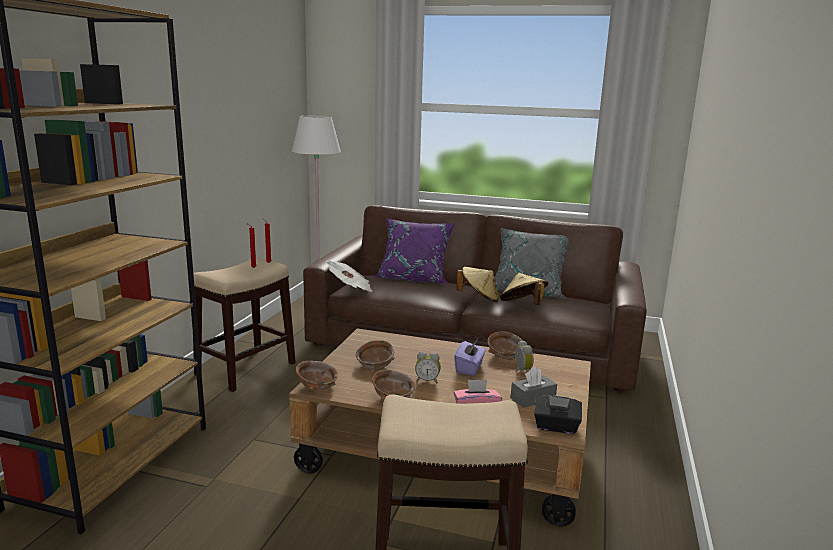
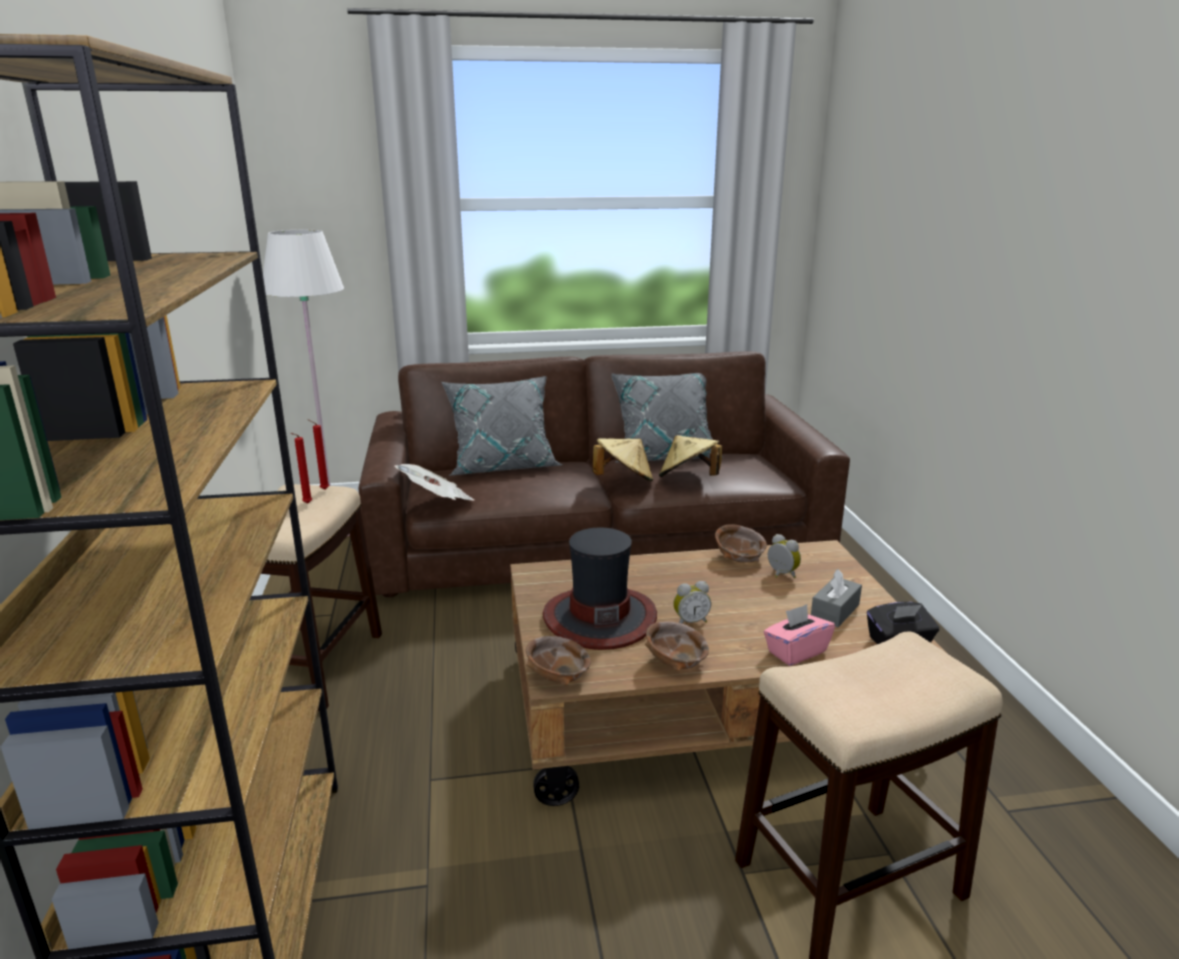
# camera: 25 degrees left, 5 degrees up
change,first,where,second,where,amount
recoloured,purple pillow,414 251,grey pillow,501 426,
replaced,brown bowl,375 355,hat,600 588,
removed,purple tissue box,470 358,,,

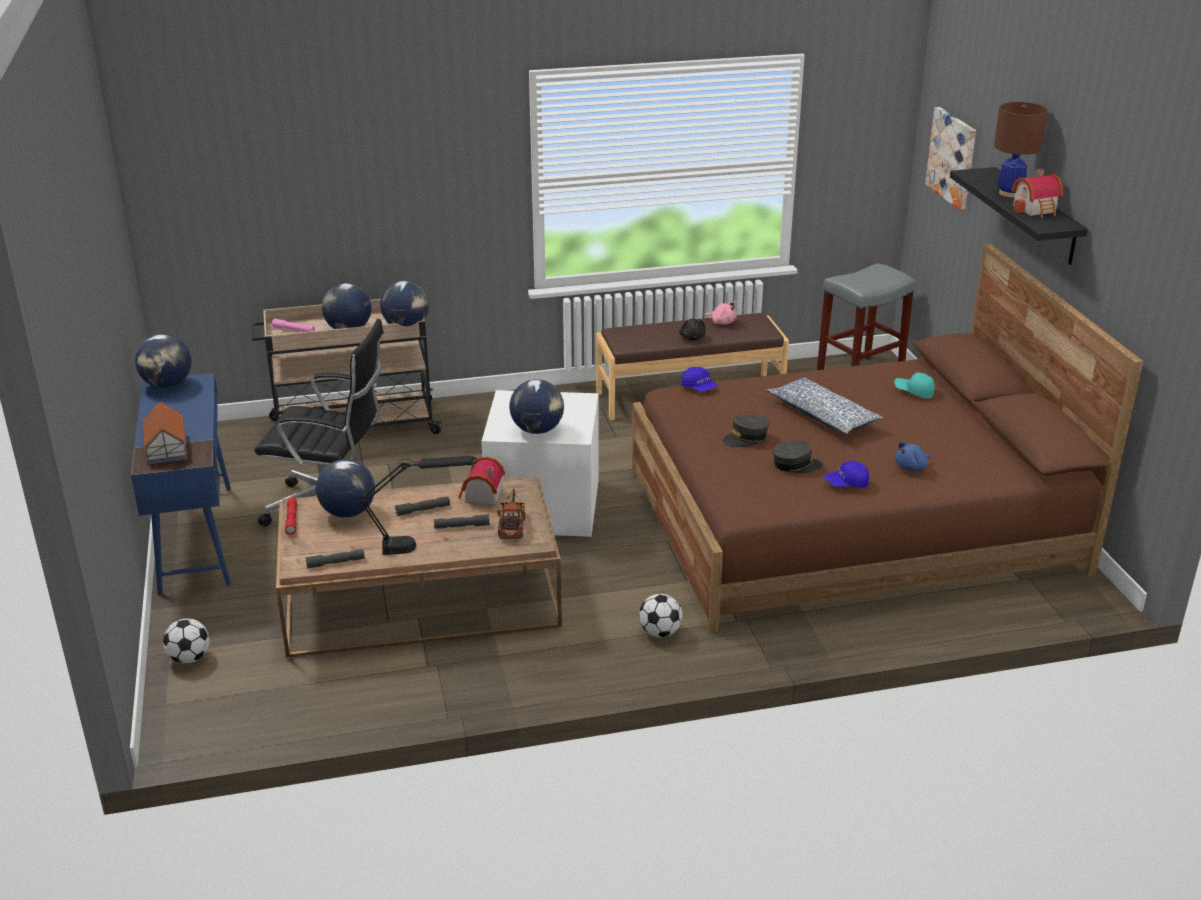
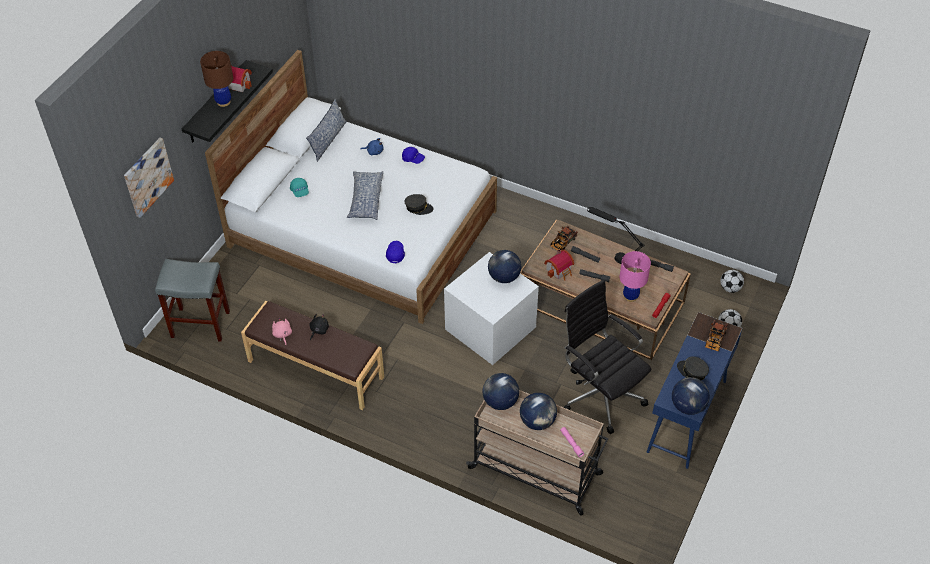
# camera: 140 degrees left, 20 degrees up
change,first,where,second,where,amount
recoloured,brown bed,887 438,white bed,351 187,
replaced,toy house,164 433,toy truck,716 335,
moved,grey cap,797 457,,693 368,
replaced,globe,345 488,pink table lamp,635 276,
moved,football,660 615,,732 281,
added,,,pillow,326 130,

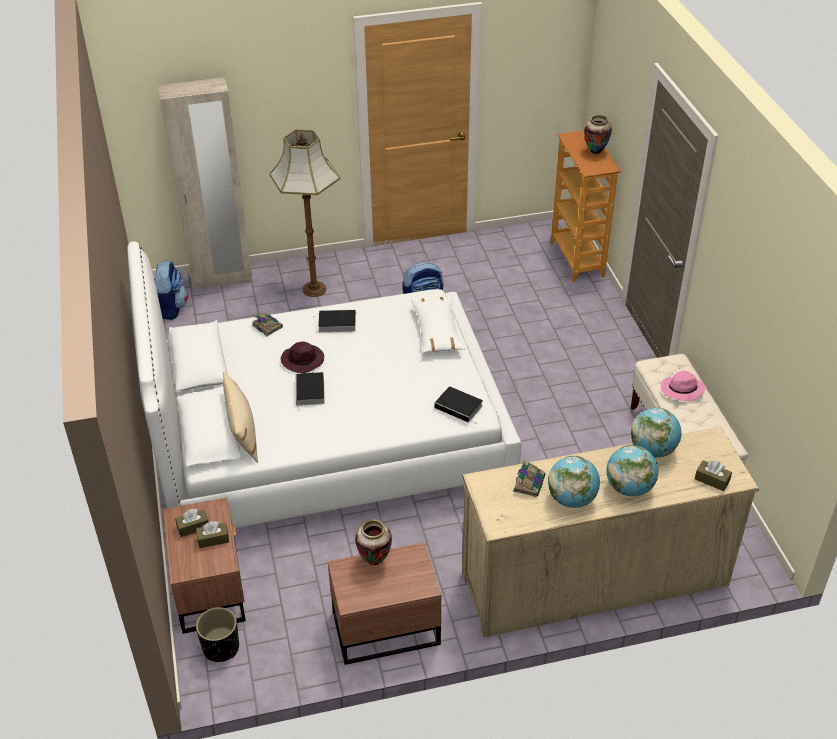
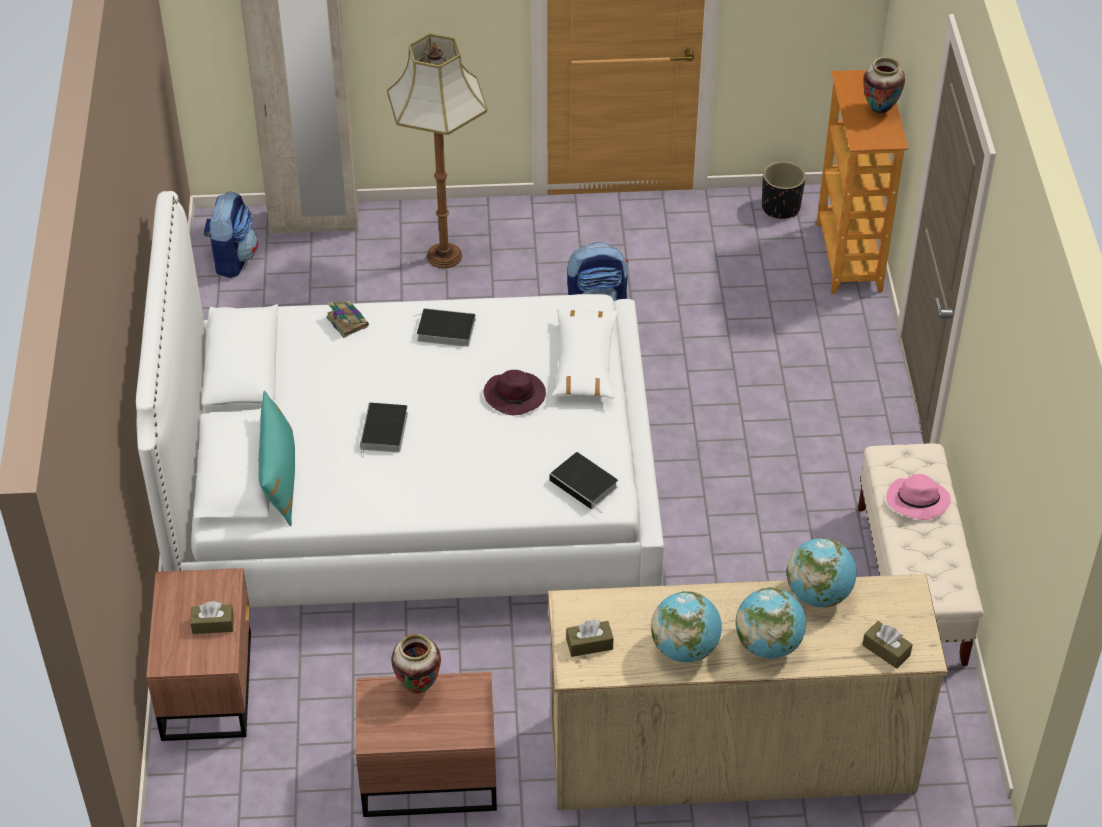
# camera: 10 degrees right, 5 degrees up
change,first,where,second,where,amount
moved,purple hat,302 357,,514 392,
recoloured,beige pillow,240 417,turquoise pillow,277 458,
removed,book,529 478,,,
moved,brown tissue box,192 523,,590 638,
moved,black planter,217 634,,784 190,

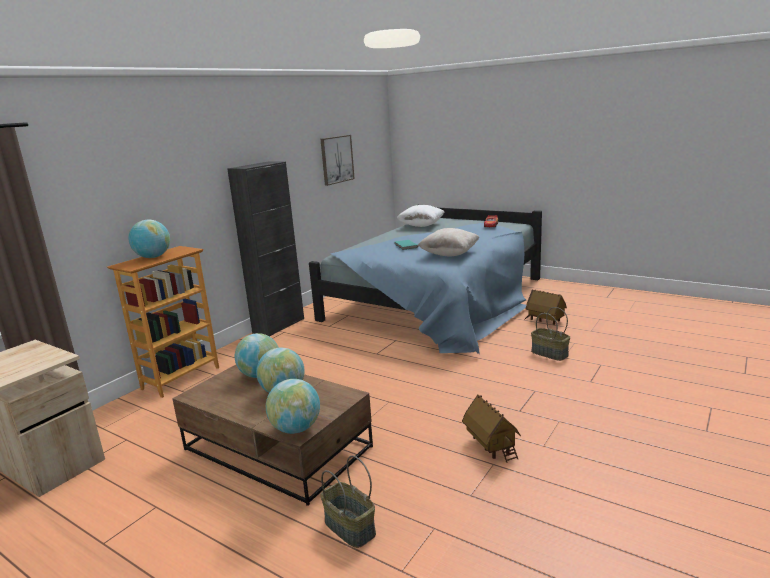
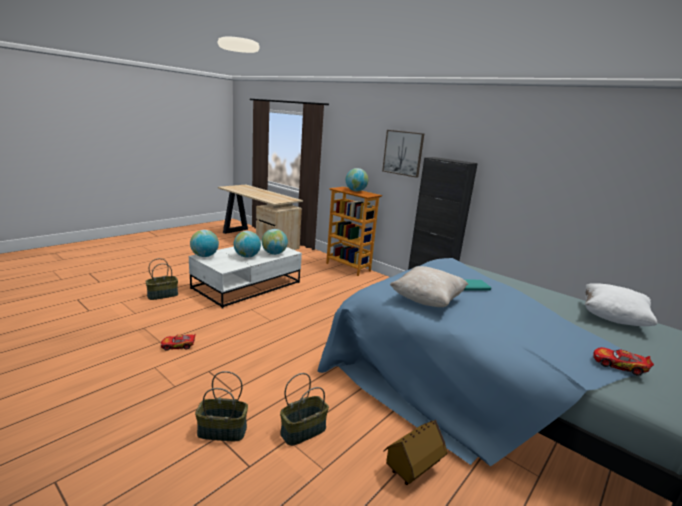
# camera: 95 degrees right, 0 degrees up
change,first,where,second,where,amount
moved,picture,337 160,,403 154,
recoloured,brown coffee table,272 435,white coffee table,245 275,
replaced,toy house,491 429,toy car,178 342,
added,,,basket,221 406,

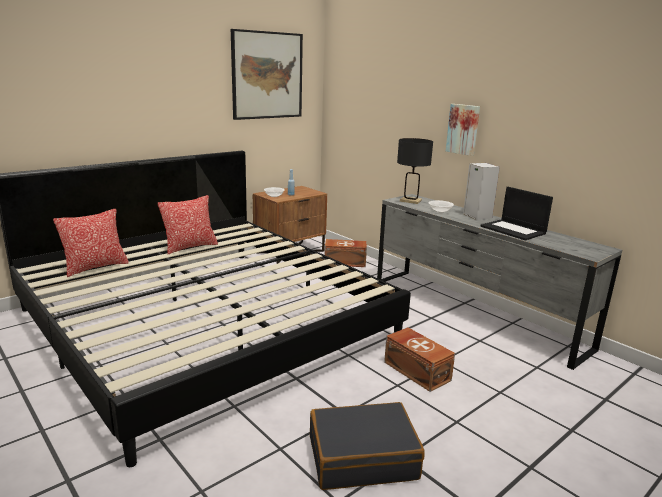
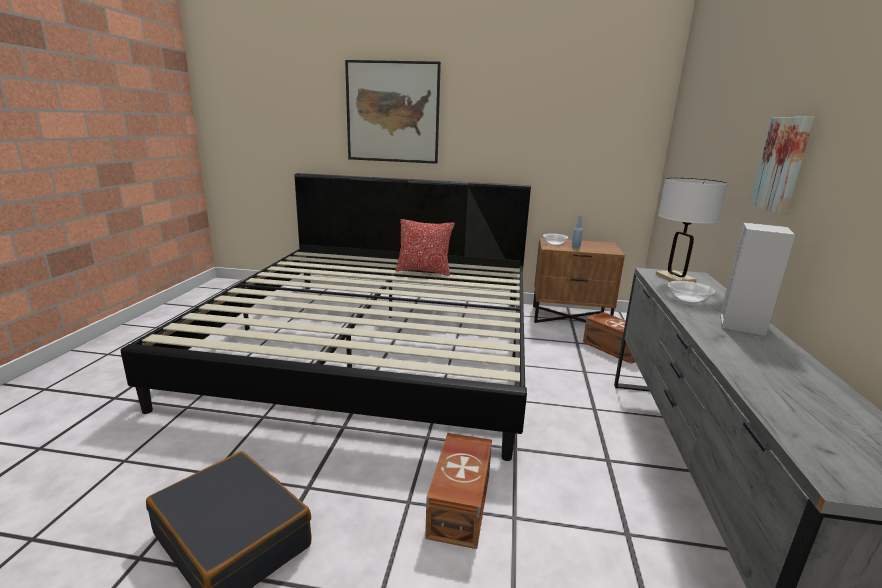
# camera: 50 degrees right, 0 degrees up
change,first,where,second,where,amount
moved,picture,267 74,,393 112,
recoloured,black table lamp,415 171,white table lamp,691 230,
removed,laptop,516 213,,,
removed,pillow,91 243,,,

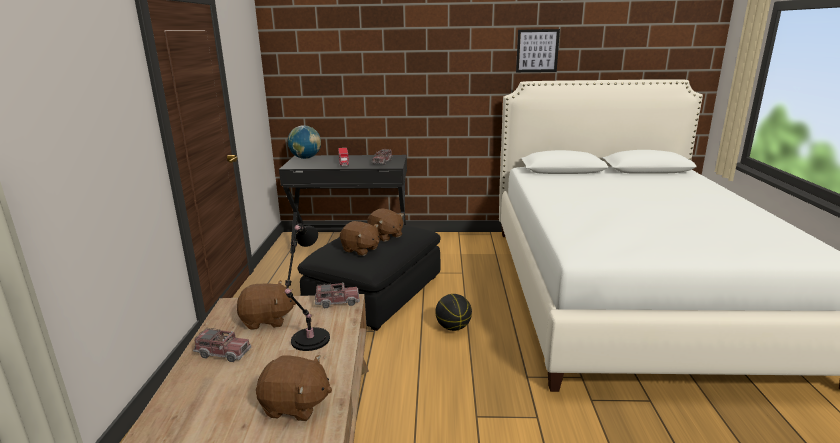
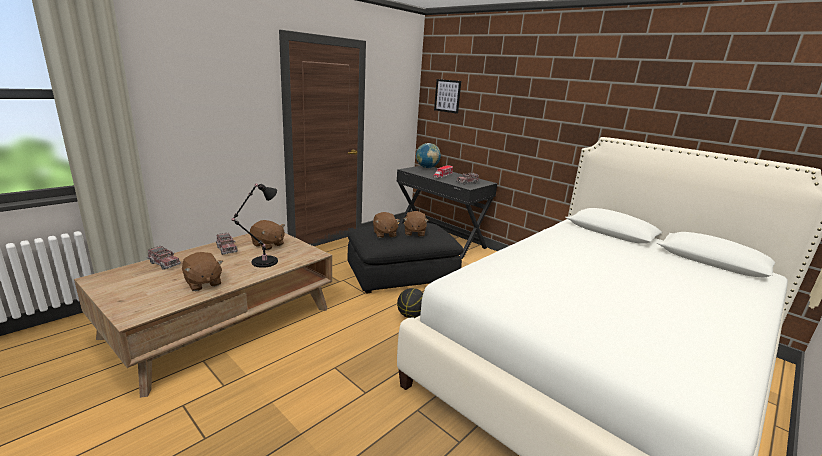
# camera: 40 degrees right, 0 degrees up
change,first,where,second,where,amount
moved,picture,538 50,,447 96,
moved,toy truck,337 295,,164 258,

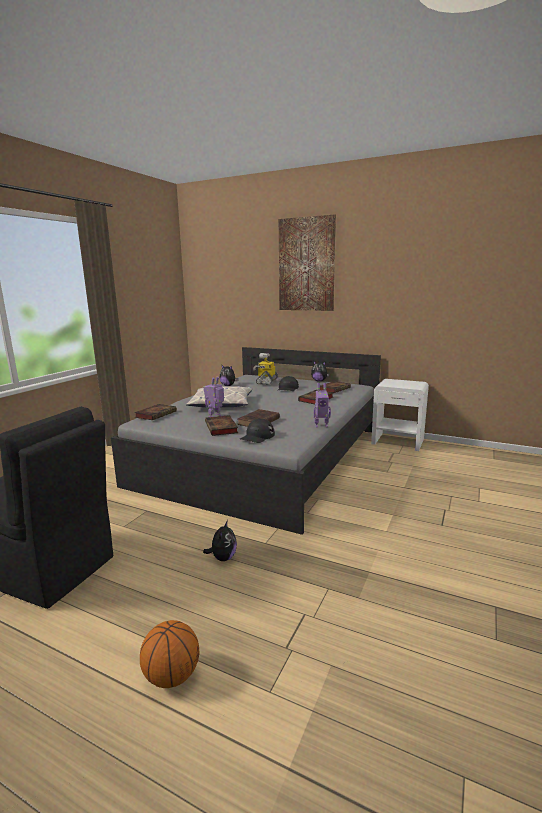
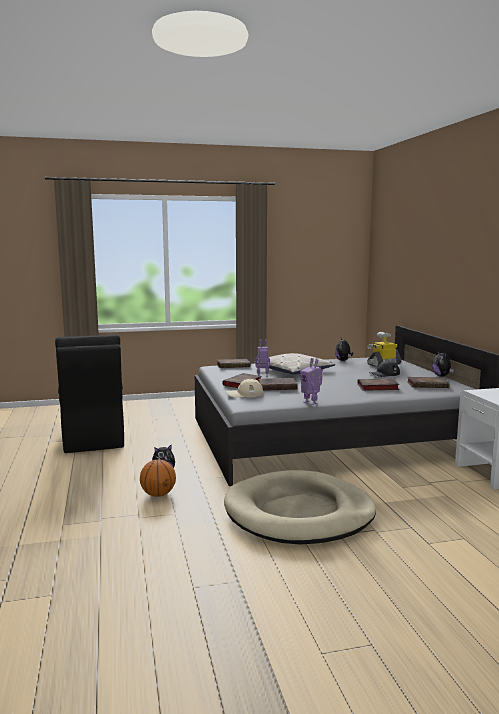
# camera: 50 degrees right, 5 degrees down
change,first,where,second,where,amount
removed,picture,307 262,,,
recoloured,black cap,257 431,beige cap,245 388,
moved,basketball,169 654,,158 478,
added,,,beige dog bed,300 507,

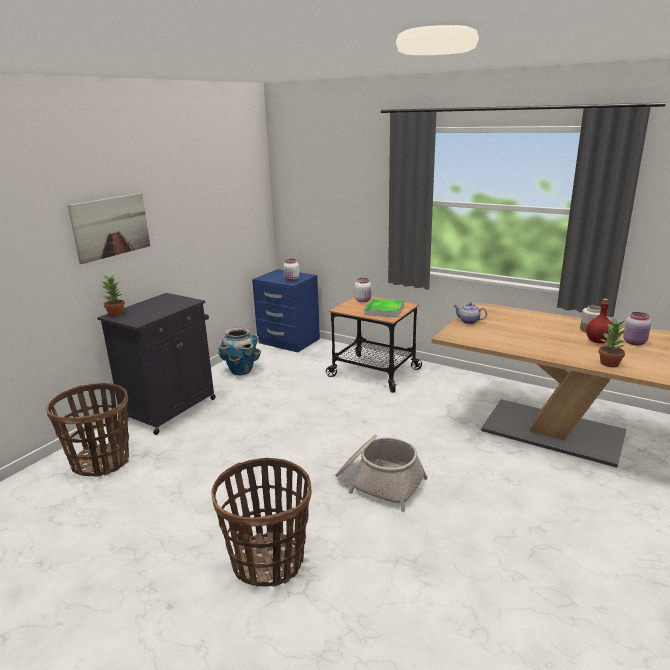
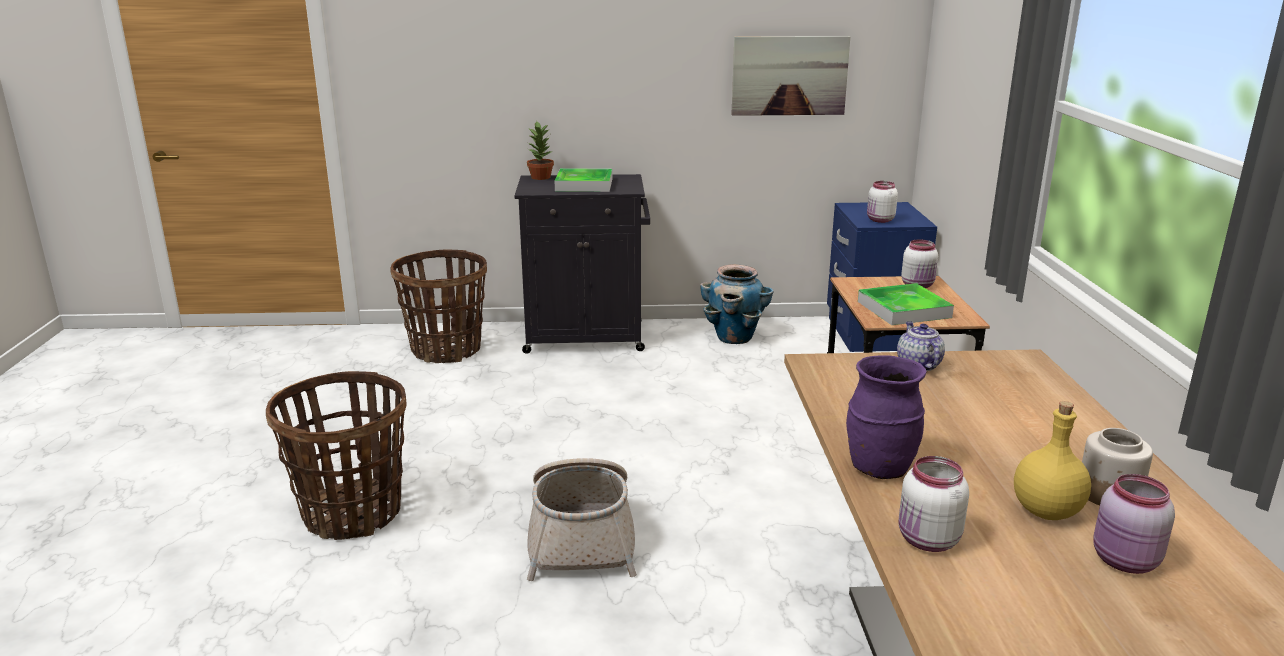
# camera: 55 degrees right, 0 degrees up
change,first,where,second,where,amount
moved,picture,109 228,,790 76,
recoloured,red bottle,599 321,yellow bottle,1052 460,
replaced,potted plant,613 342,white jar,934 504,
added,,,tray,583 180,
added,,,purple vase,886 417,

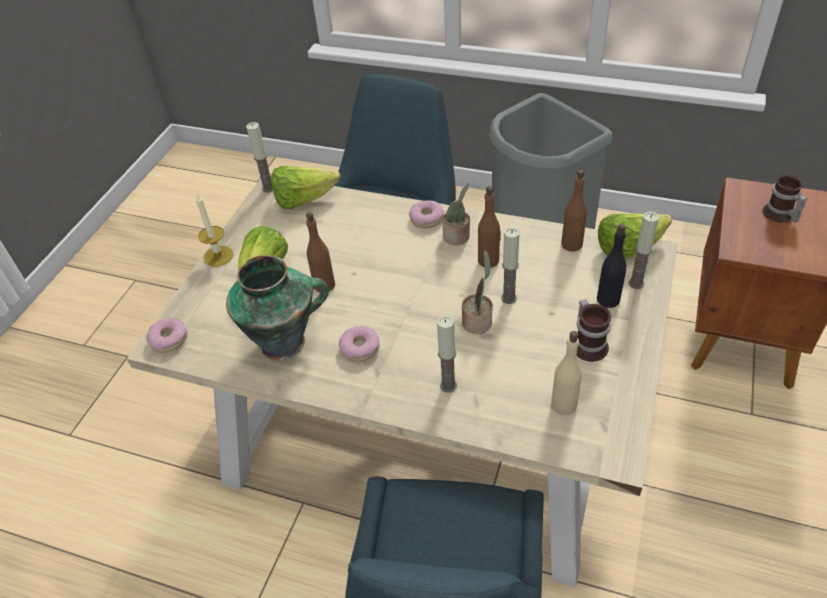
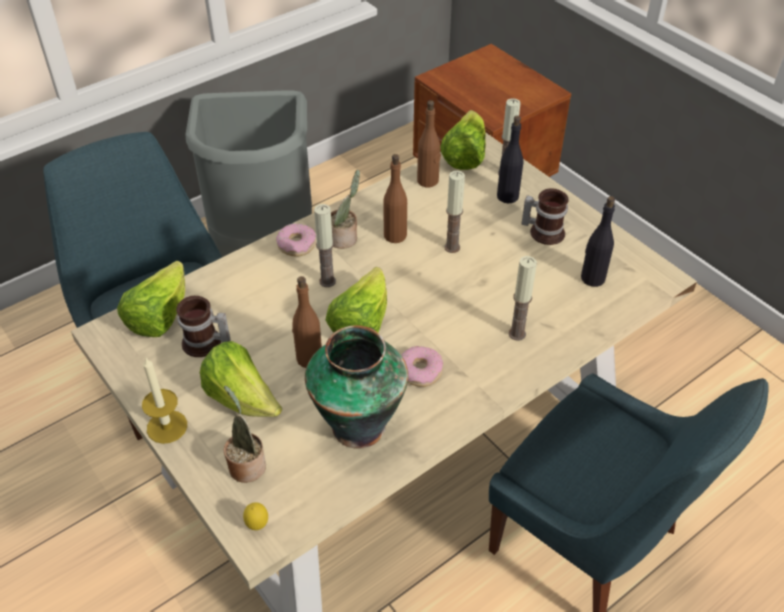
# camera: 60 degrees left, 0 degrees up
change,first,where,second,where,amount
moved,candle,259 157,,325 245,
moved,mug,785 198,,203 326,
moved,potted plant,477 292,,245 434,
replaced,donut,167 335,lemon,255 516,
recoloured,beige bottle,566 373,black bottle,598 241,
added,,,lettuce,356 300,

